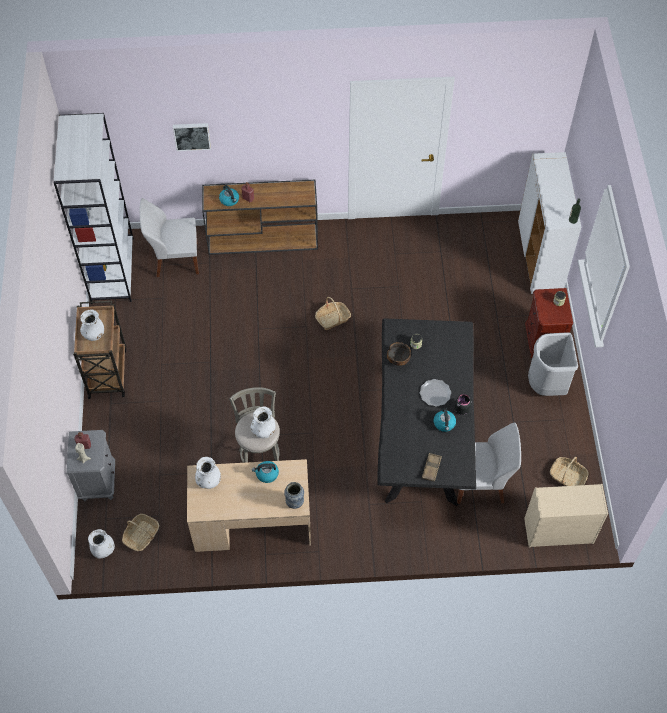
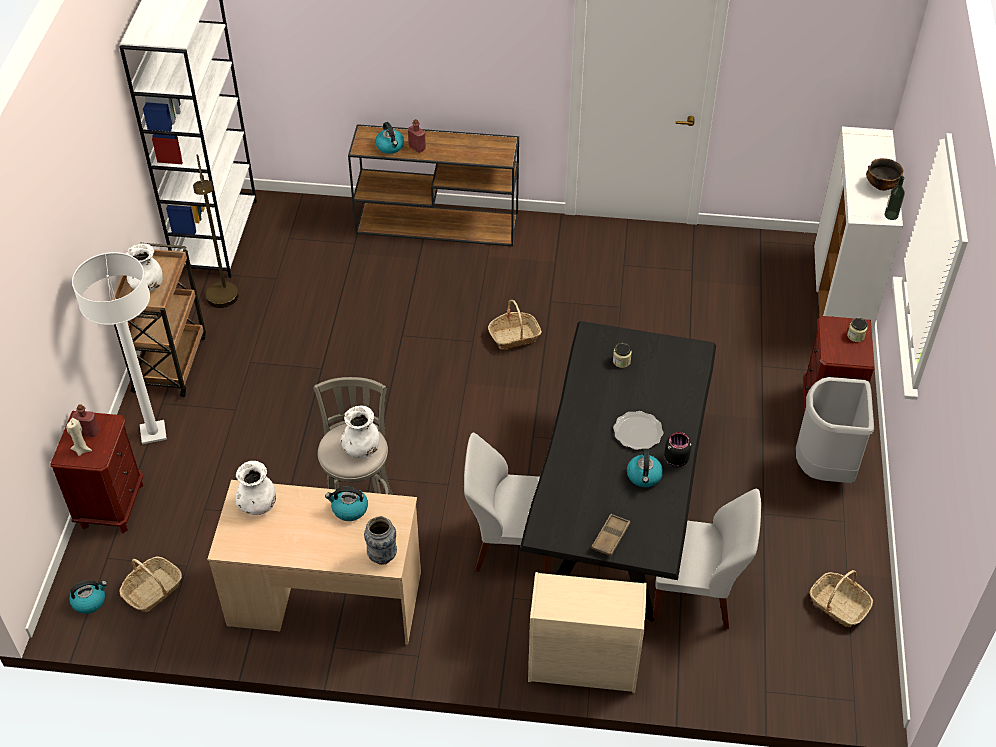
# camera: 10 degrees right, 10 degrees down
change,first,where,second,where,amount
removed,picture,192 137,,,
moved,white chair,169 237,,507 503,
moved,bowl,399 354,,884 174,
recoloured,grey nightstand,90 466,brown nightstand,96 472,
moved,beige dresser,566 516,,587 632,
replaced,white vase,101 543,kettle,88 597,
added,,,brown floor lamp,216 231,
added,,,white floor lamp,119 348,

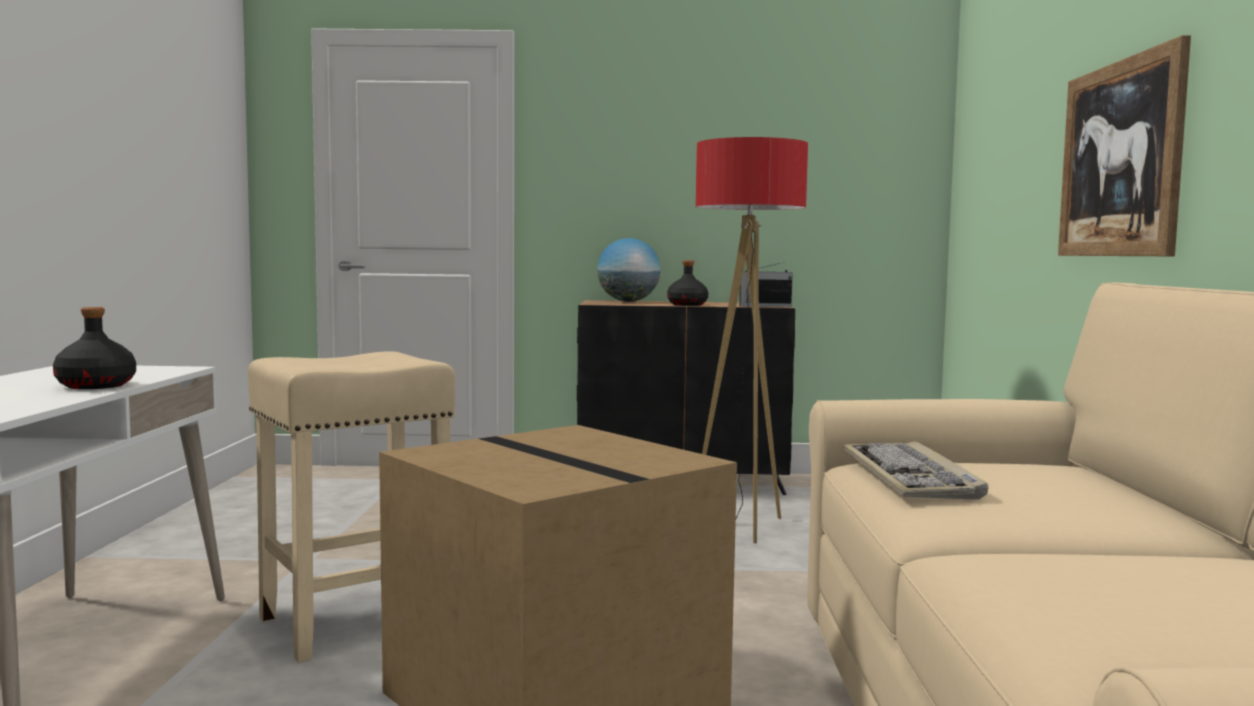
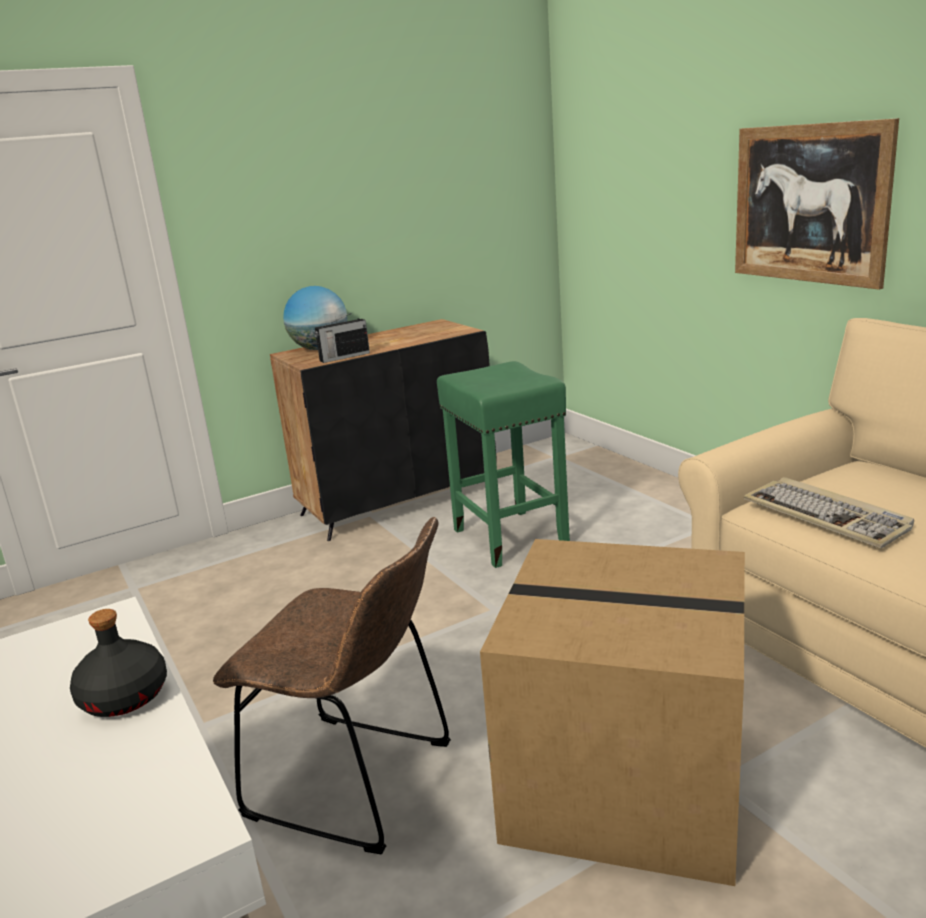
# camera: 30 degrees left, 15 degrees up
change,first,where,second,where,amount
replaced,floor lamp,751 340,green stool,503 464,
removed,black bottle,687 283,,,
moved,radio,766 284,,342 338,
replaced,beige stool,351 507,brown chair,332 685,

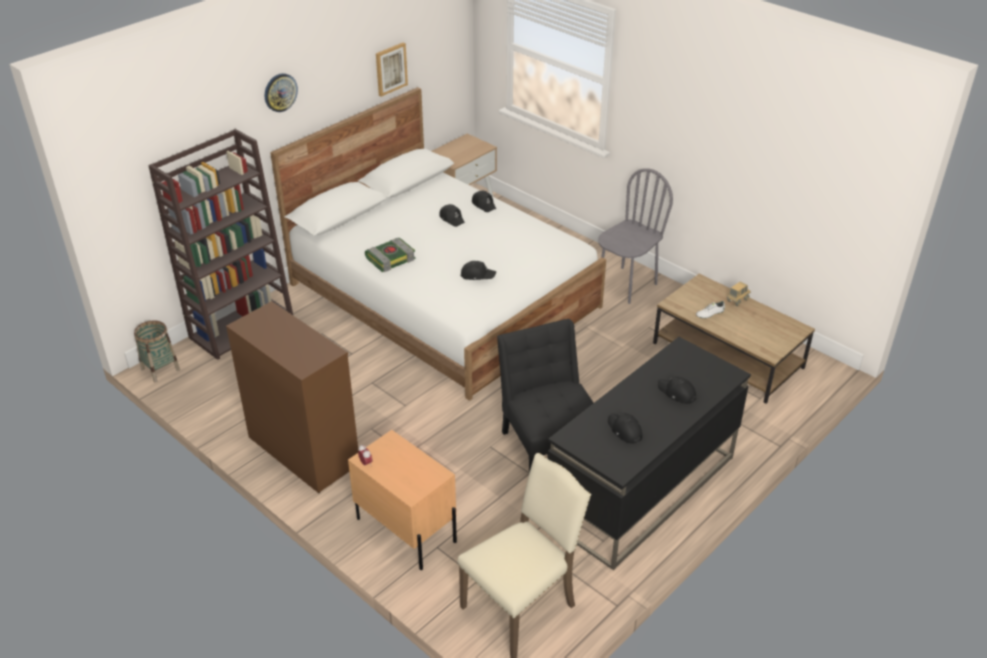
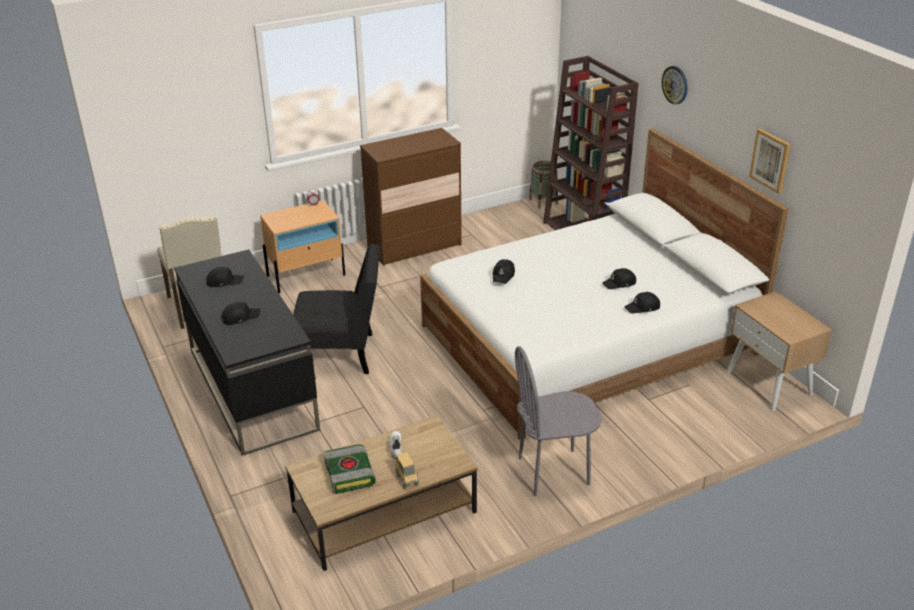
# camera: 110 degrees right, 5 degrees down
change,first,where,second,where,amount
turned,grey chair,635 236,,558 421,105 degrees clockwise
moved,book,390 255,,350 469,

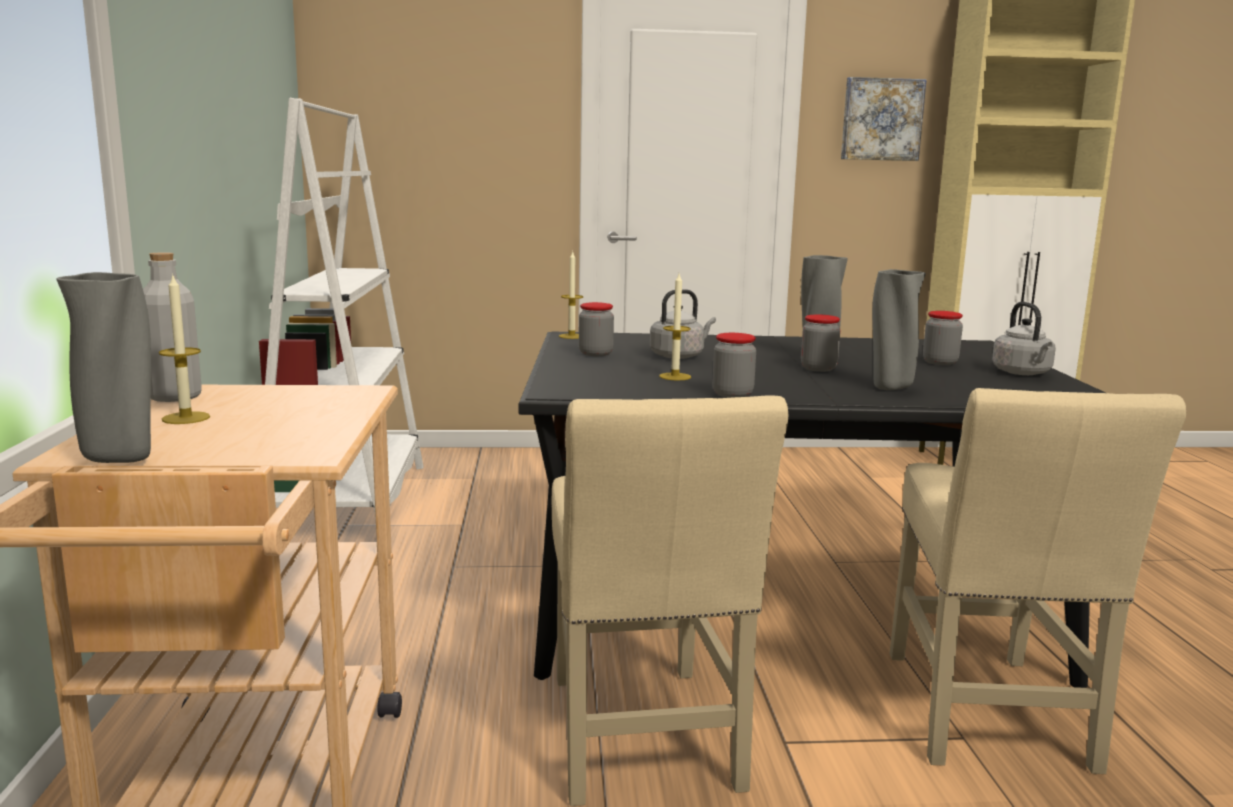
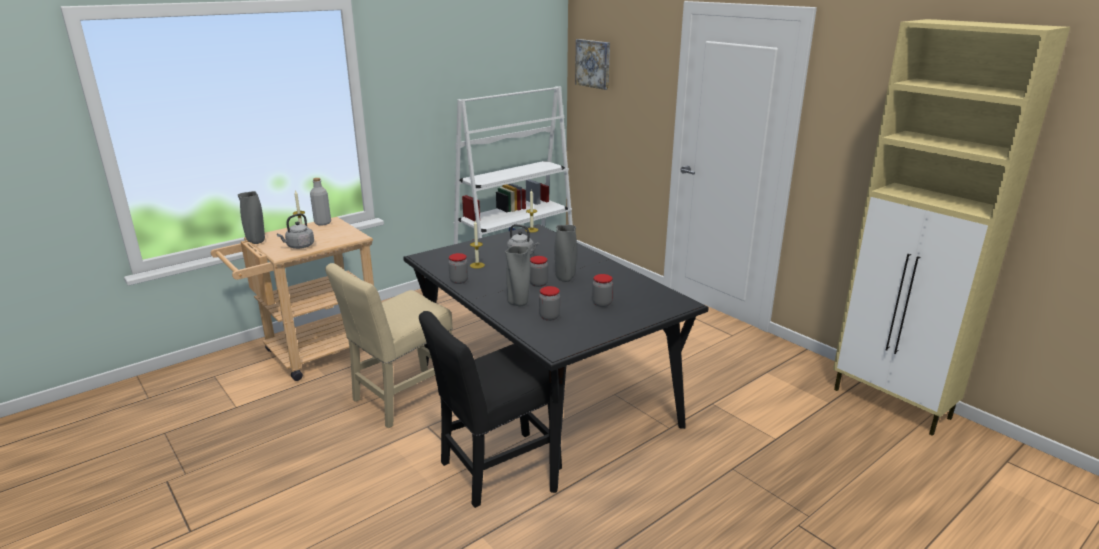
# camera: 55 degrees right, 10 degrees up
change,first,where,second,where,amount
moved,picture,884 119,,592 64,
moved,jar,596 329,,549 303,
moved,grey kettle,1024 338,,295 231,
recoloured,beige chair,1037 581,black chair,490 409,

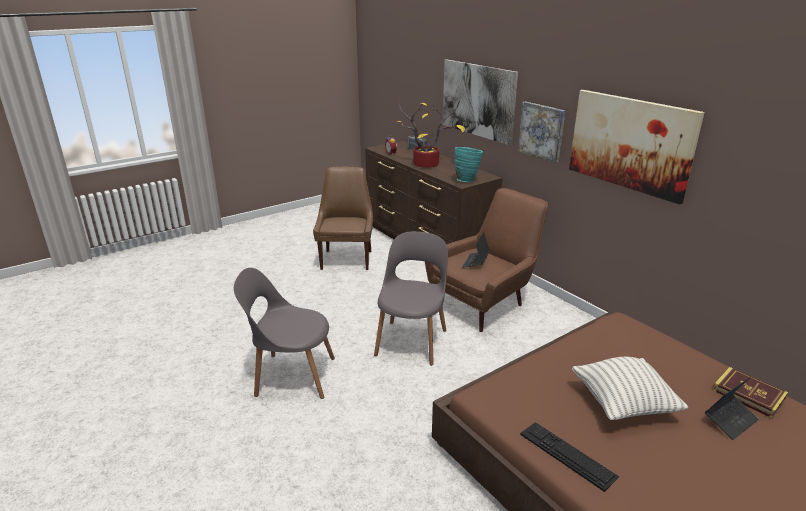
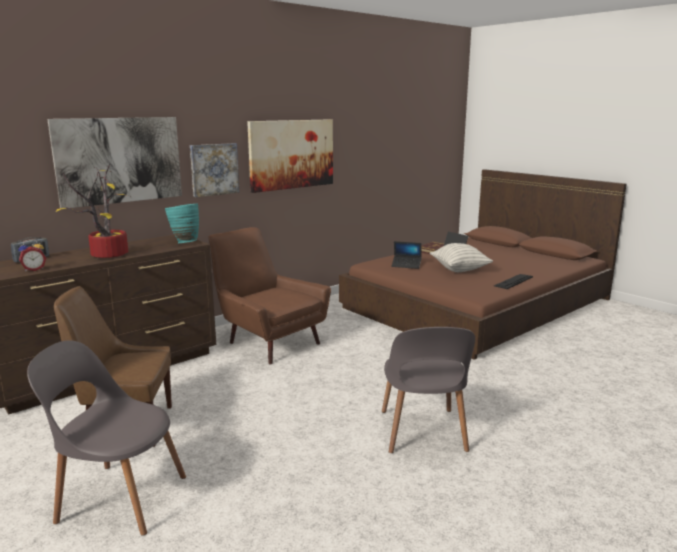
# camera: 95 degrees left, 10 degrees down
change,first,where,second,where,amount
moved,grey chair,411 298,,106 438,
moved,laptop,476 250,,406 255,

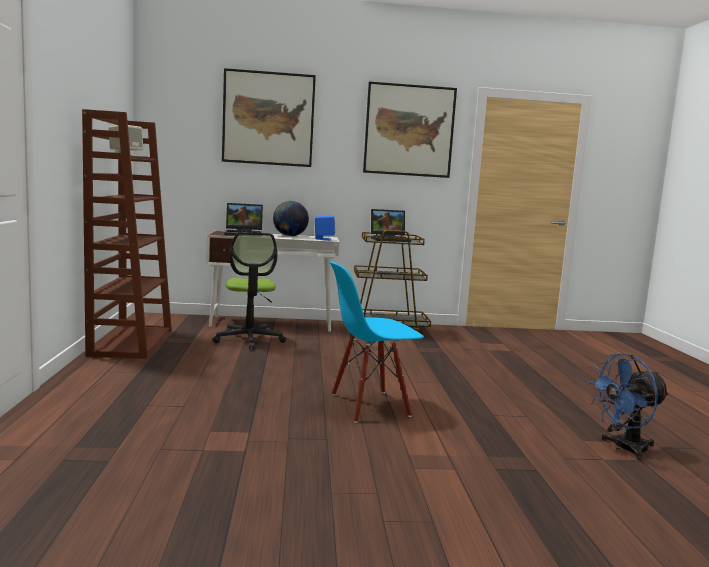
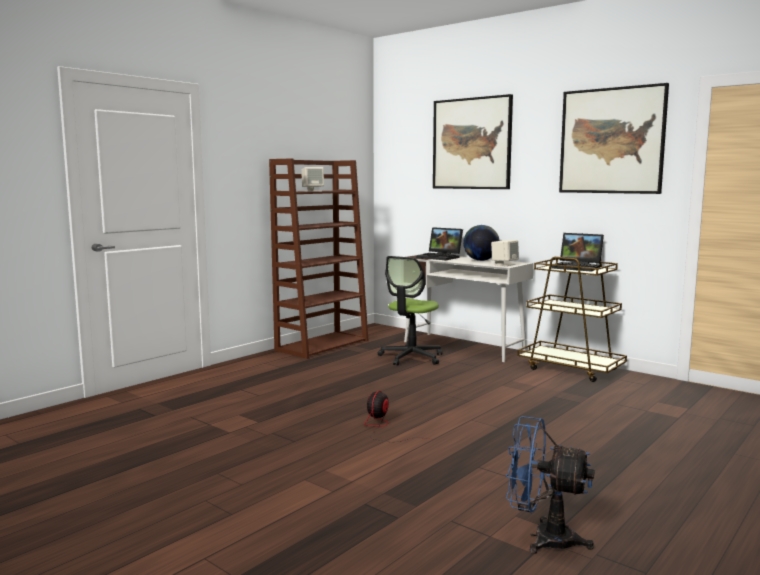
# camera: 45 degrees right, 0 degrees up
change,first,where,second,where,amount
recoloured,blue speaker,325 228,beige speaker,505 253,
replaced,blue chair,376 342,fan,397 416,

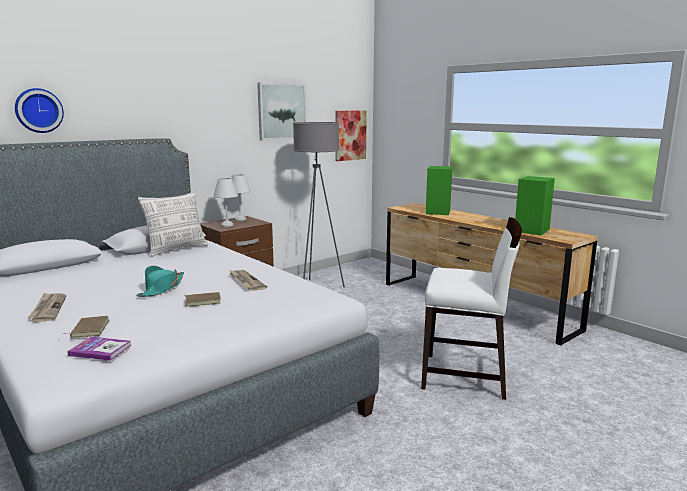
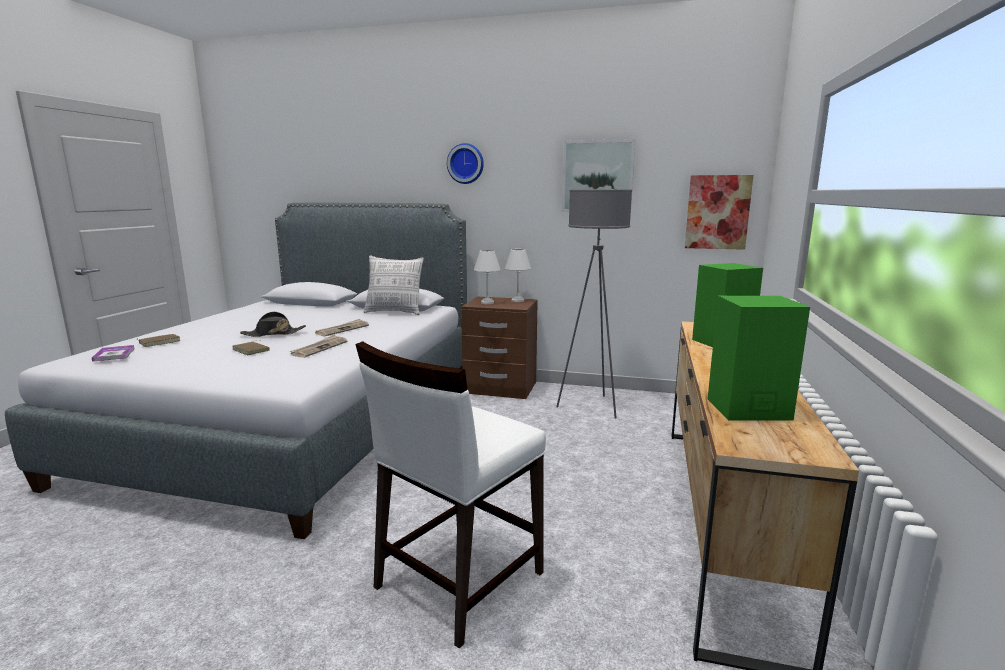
# camera: 55 degrees right, 0 degrees up
change,first,where,second,where,amount
moved,wall clock,39 110,,465 163,
turned,white chair,471 308,,450 494,60 degrees clockwise
recoloured,turquoise hat,160 281,black hat,273 324,
moved,newspaper,46 307,,342 328,

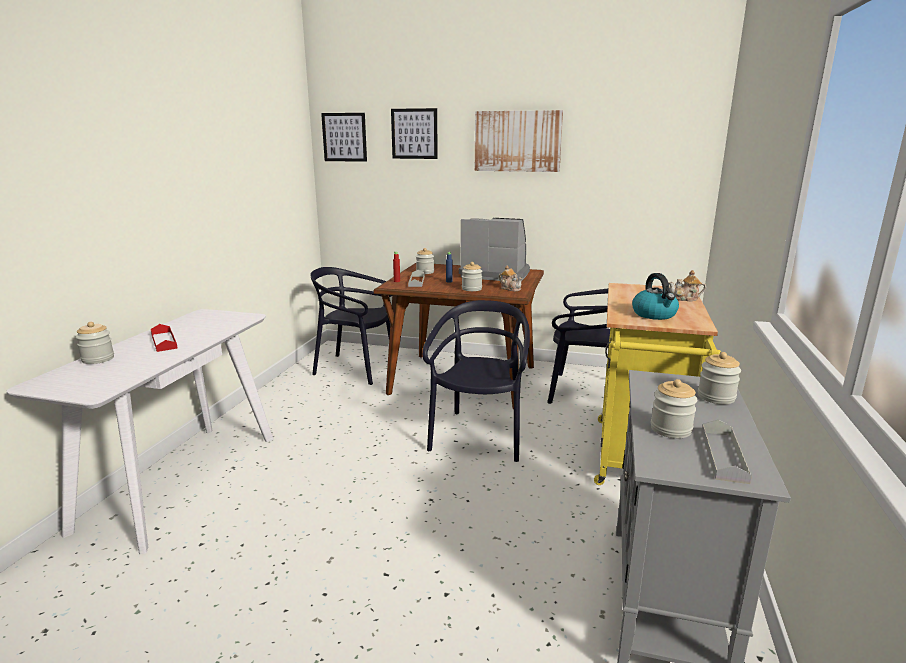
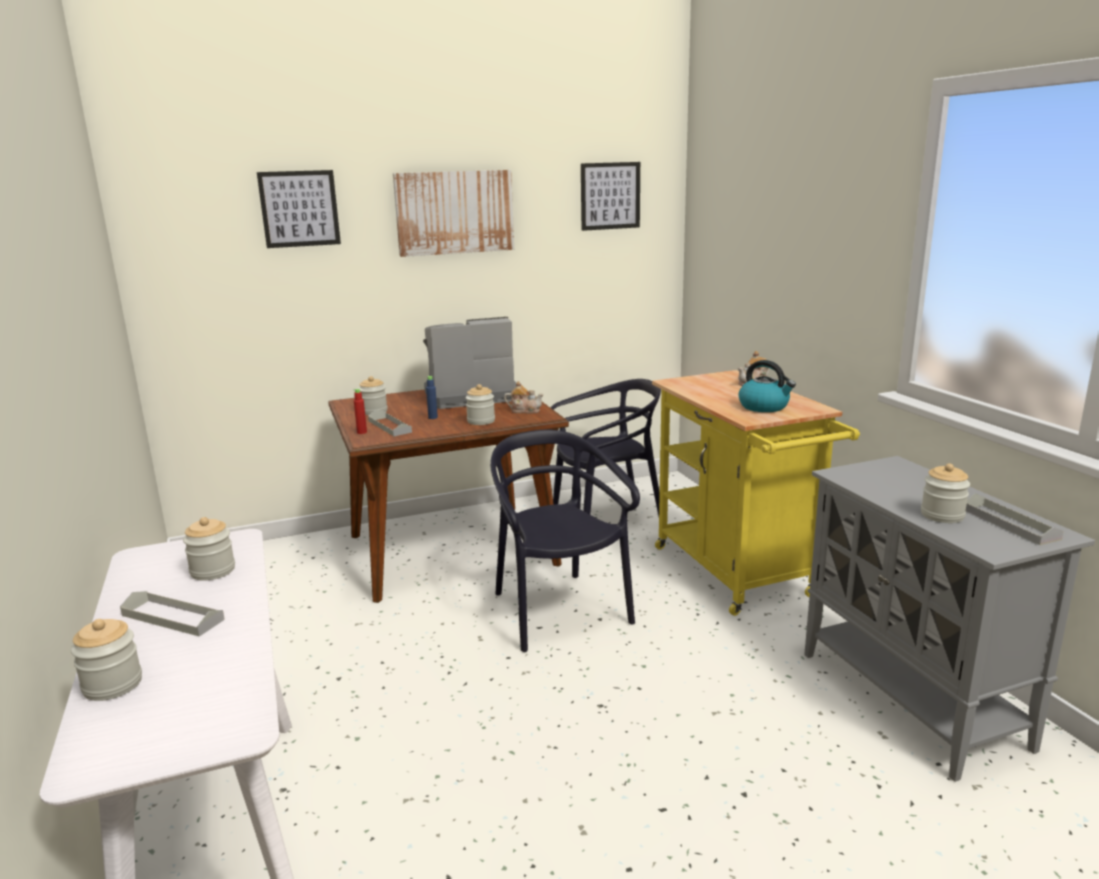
# camera: 35 degrees left, 0 degrees up
change,first,where,second,where,amount
moved,picture,344 137,,610 196,
removed,black chair,351 326,,,
recoloured,red tray,164 338,grey tray,172 614,
moved,jar,719 378,,209 549,

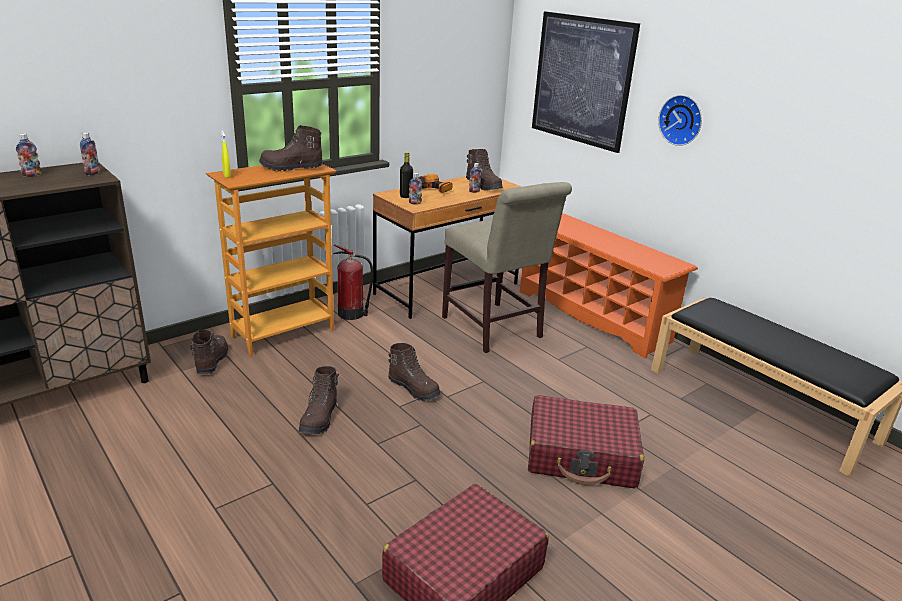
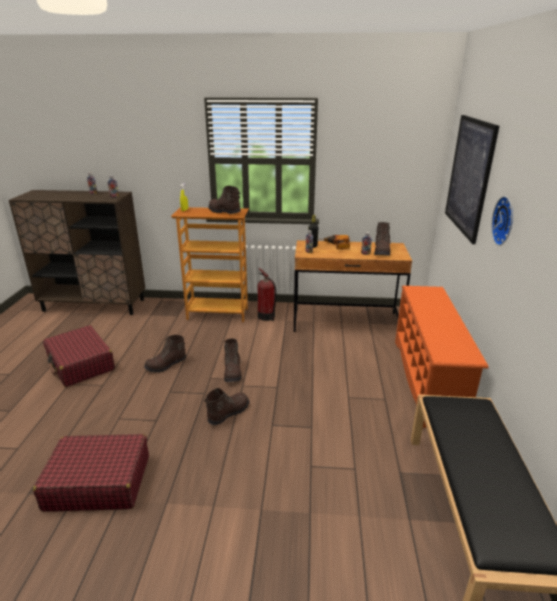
# camera: 45 degrees right, 0 degrees up
change,first,where,second,where,amount
removed,beige chair,507 267,,,
moved,brown boot,209 352,,226 406,
moved,red suitcase,586 441,,79 356,

